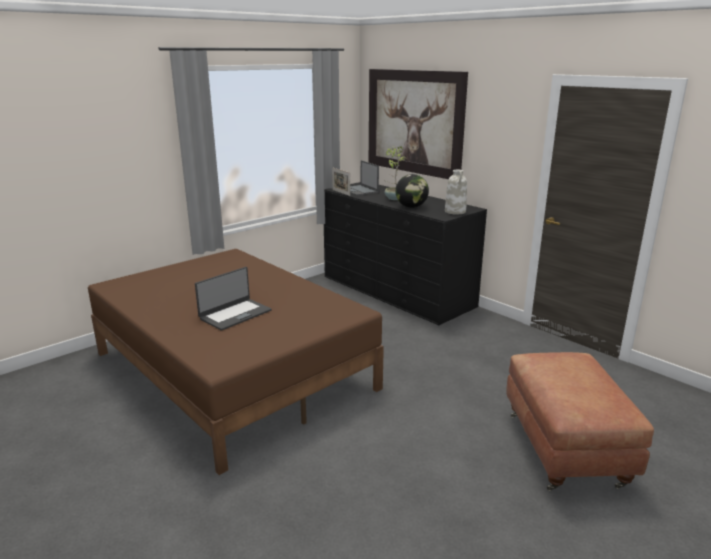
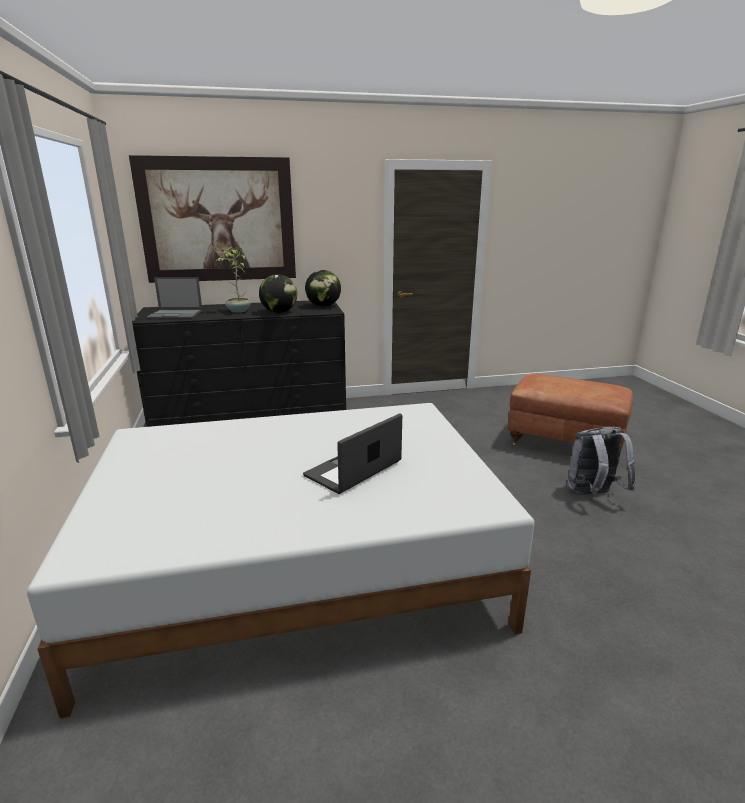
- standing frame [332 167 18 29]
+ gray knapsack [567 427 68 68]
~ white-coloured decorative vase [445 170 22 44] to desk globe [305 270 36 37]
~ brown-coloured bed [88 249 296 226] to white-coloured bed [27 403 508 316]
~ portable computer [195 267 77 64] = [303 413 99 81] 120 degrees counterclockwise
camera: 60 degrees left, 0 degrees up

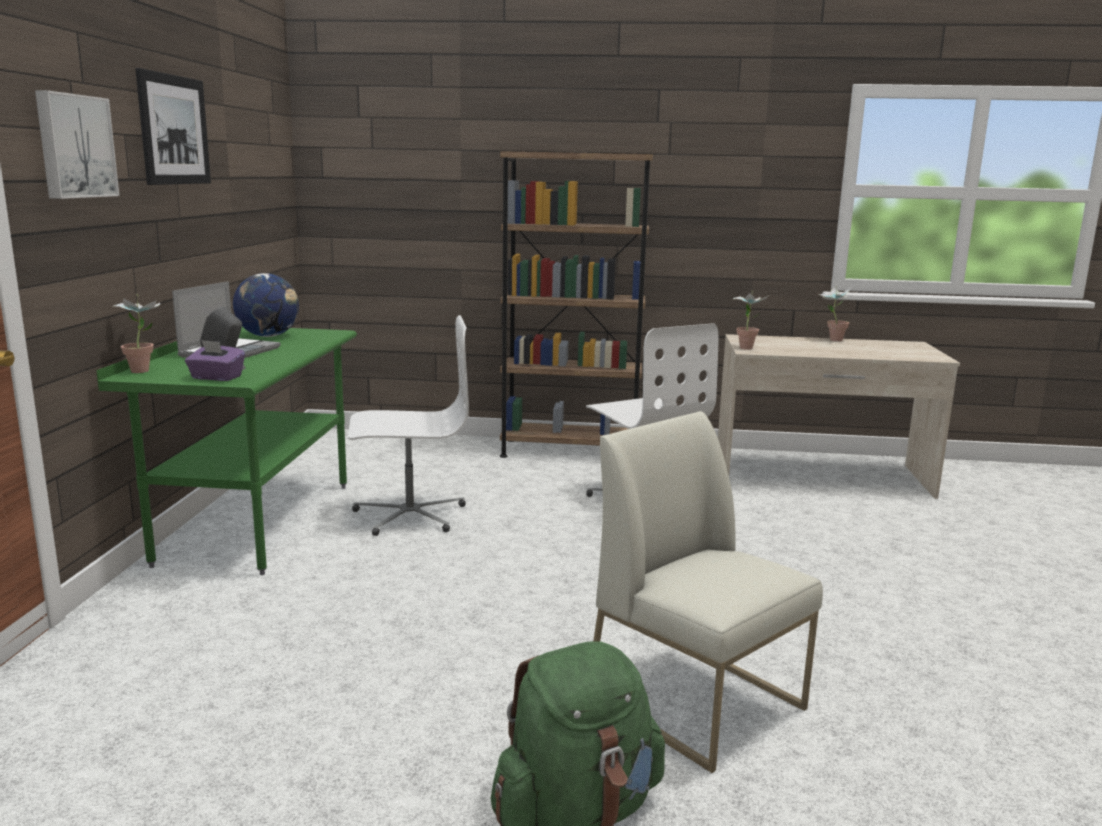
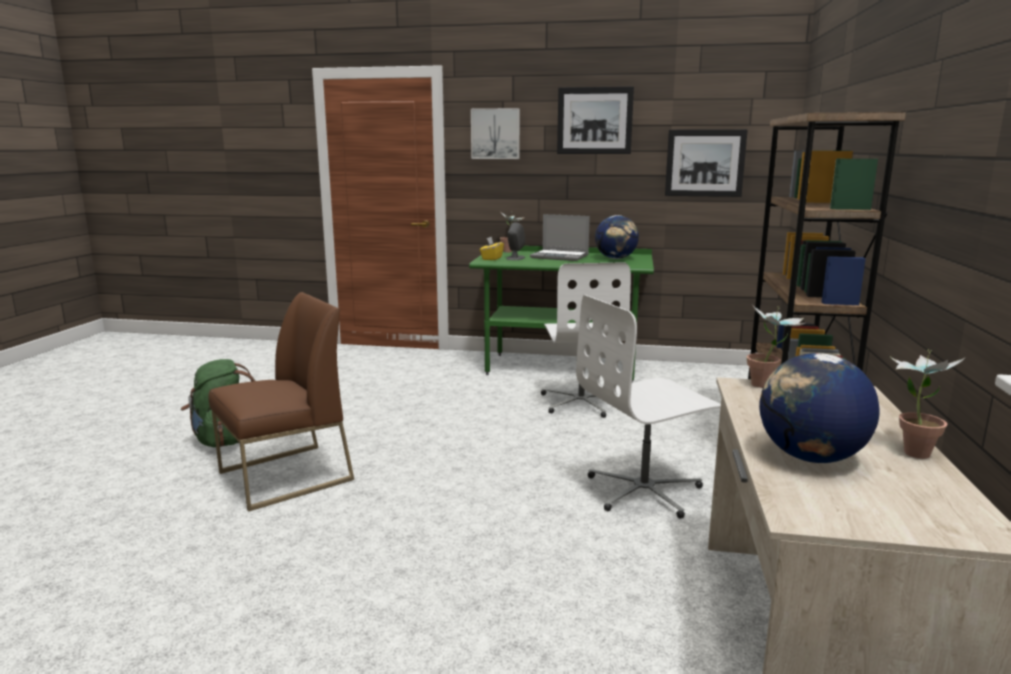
+ wall picture [665 129 83 68]
+ desk globe [759 353 121 110]
~ purplish tissue box [185 340 60 41] to yellow-coloured tissue box [480 237 24 23]
~ white-coloured plain chair [593 411 230 362] to brown-coloured plain chair [209 292 145 220]
camera: 95 degrees right, 0 degrees up

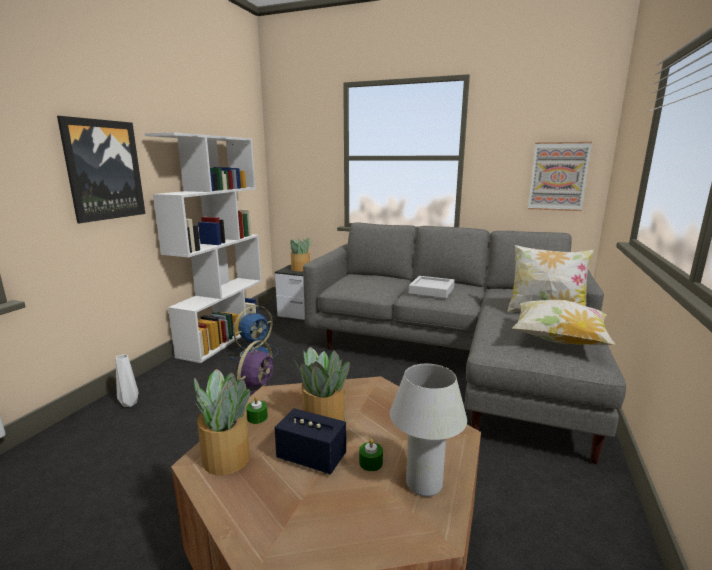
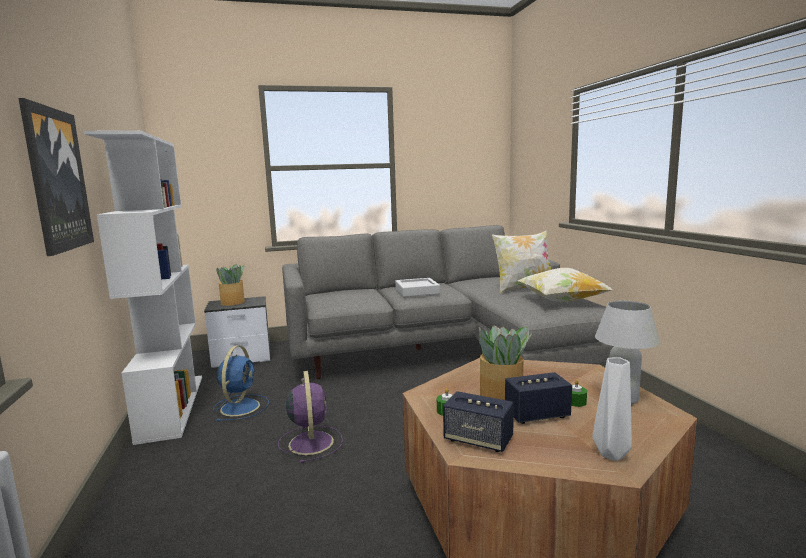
- wall picture [528 142 64 69]
~ white-coloured decorative vase [116 354 23 53] to [592 357 40 104]
~ potted plant [194 369 57 107] to audio speaker [443 391 71 61]
camera: 35 degrees left, 5 degrees down

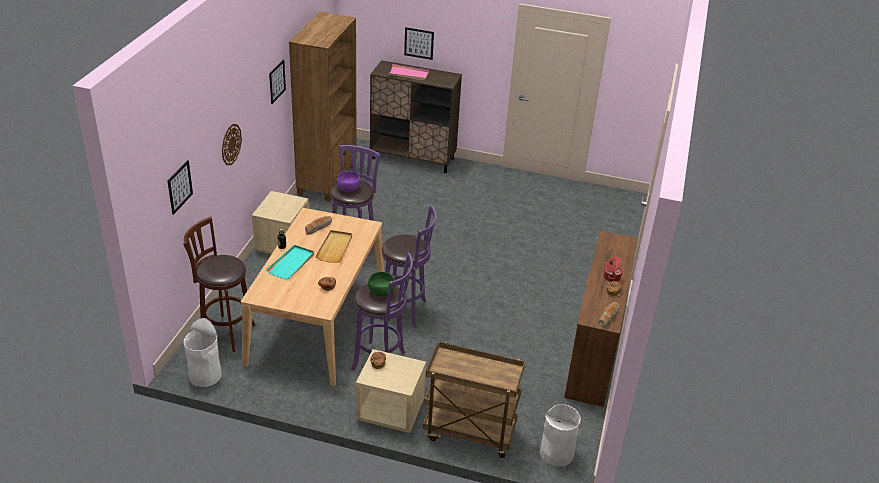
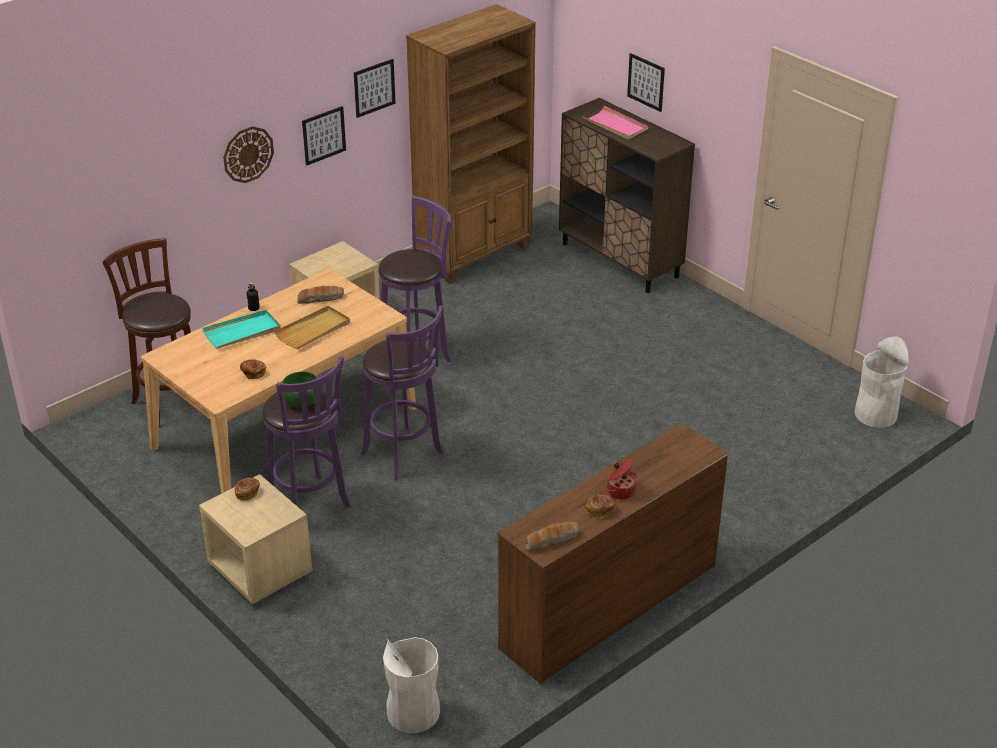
- purplish bowl [337 171 23 21]
- brown-coloured cart [423 341 103 117]
~ wall picture [167 160 26 55] to [302 106 44 59]
~ white-coloured rubbish bin [184 318 38 69] to [854 336 55 92]
camera: 35 degrees right, 0 degrees up

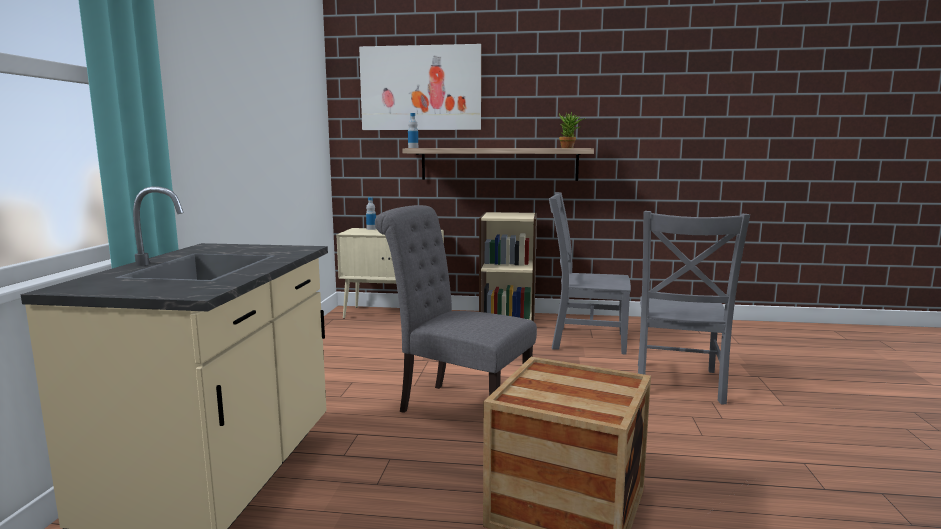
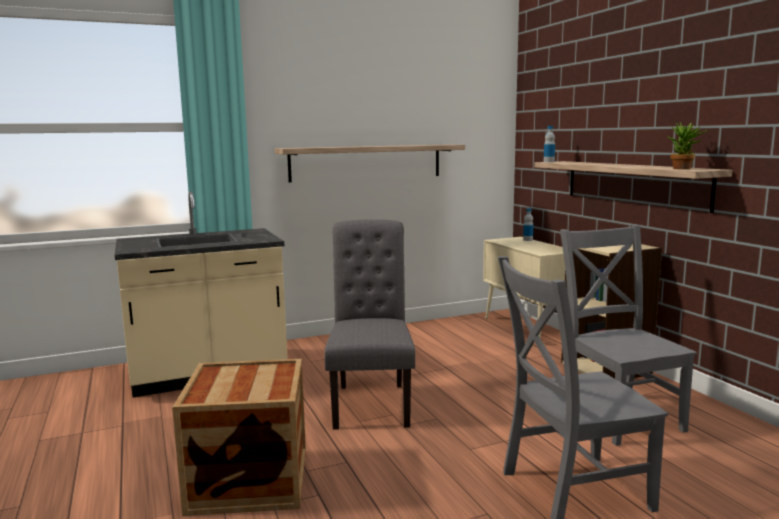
- wall picture [359 44 122 86]
+ wall shelf [274 145 191 37]
camera: 60 degrees right, 0 degrees up

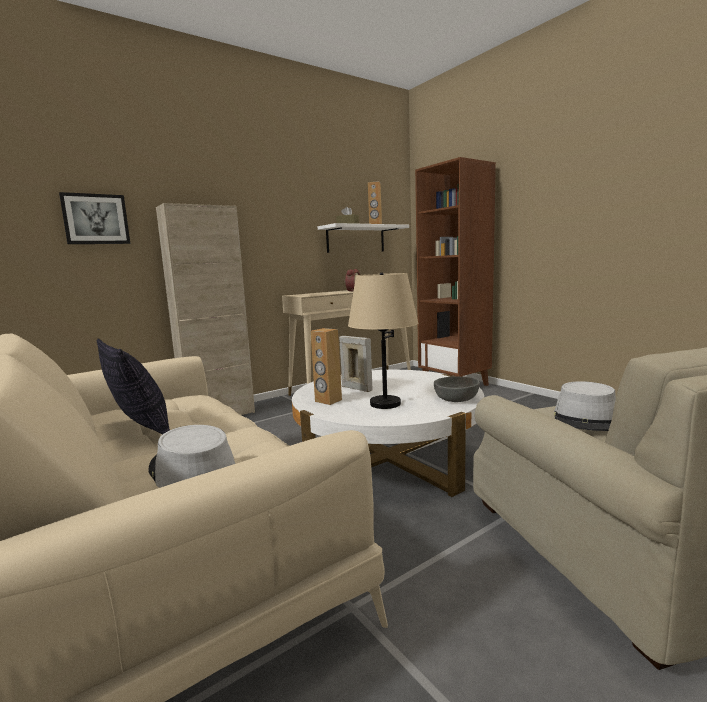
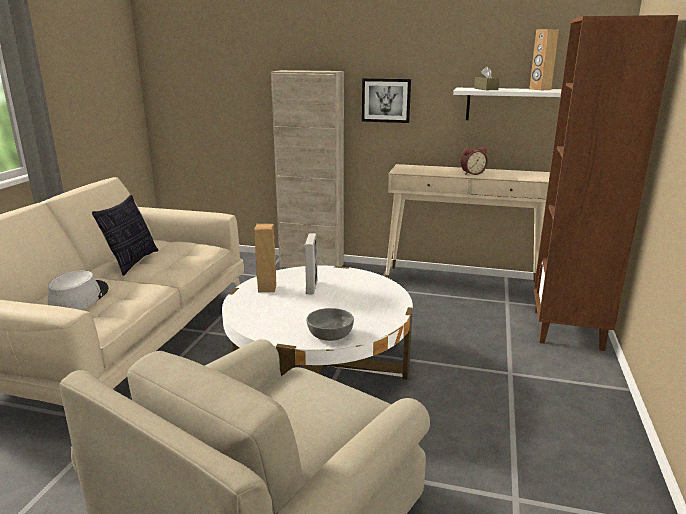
- sand-coloured table lamp [348 272 70 137]
- gray clothing hat [554 381 62 50]
~ wall picture [59 192 71 52] to [362 78 49 45]
camera: 50 degrees right, 10 degrees up

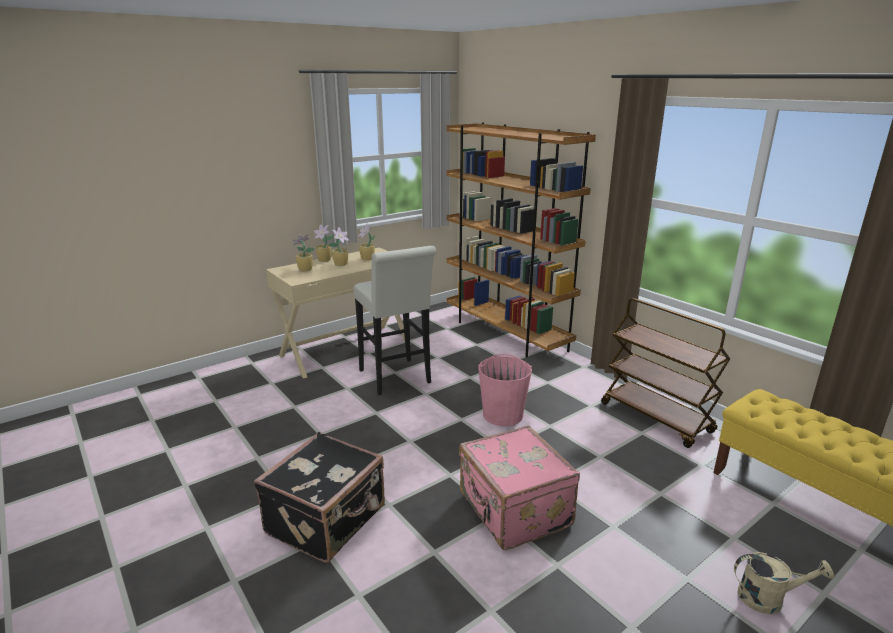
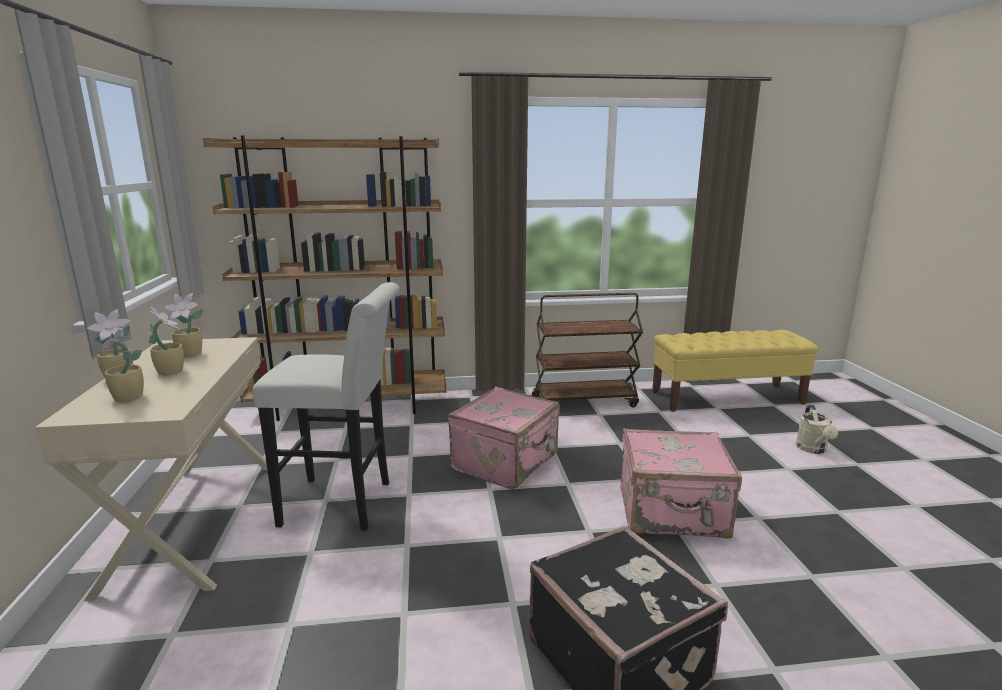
~ pinkish water bucket [478 354 54 72] to pinkish travel case [448 387 112 102]
~ sand-coloured watering pot [734 552 100 62] = [795 404 43 50] 150 degrees clockwise
camera: 60 degrees left, 5 degrees down

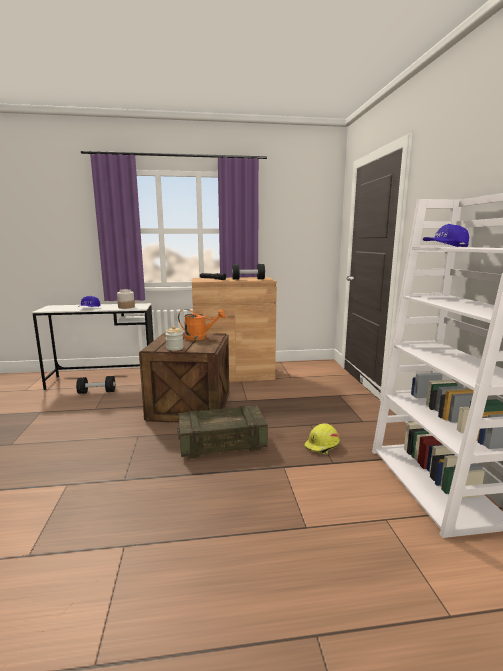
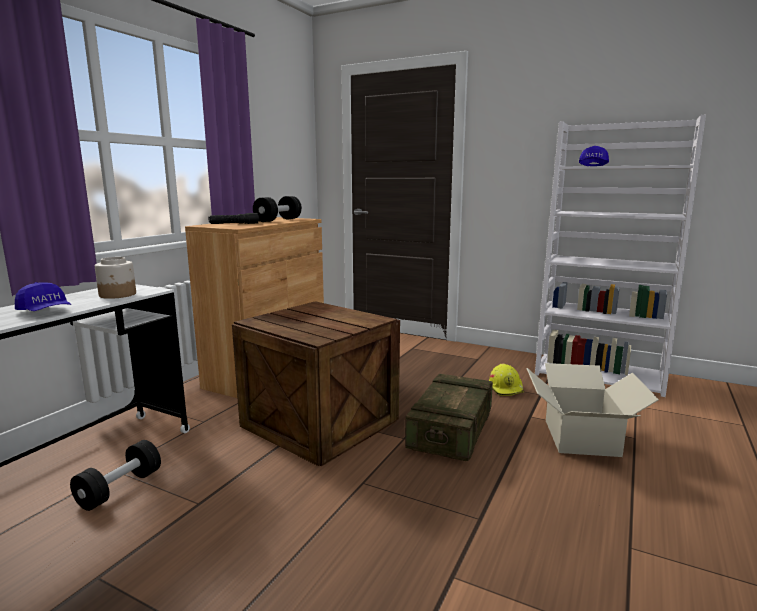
- storage jar [166 326 18 25]
- orange-coloured watering pot [178 309 47 31]
+ carton [526 363 133 94]
camera: 55 degrees left, 0 degrees up

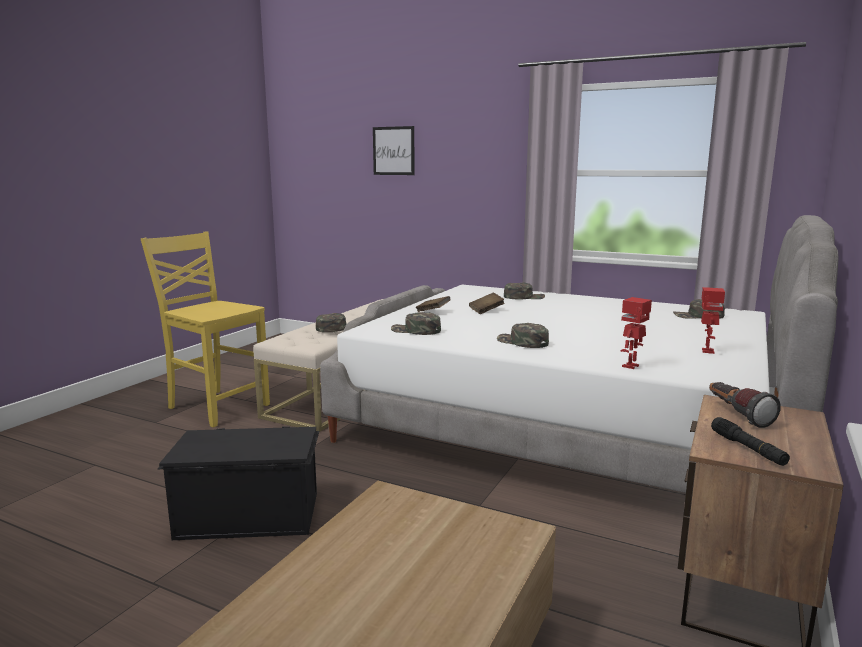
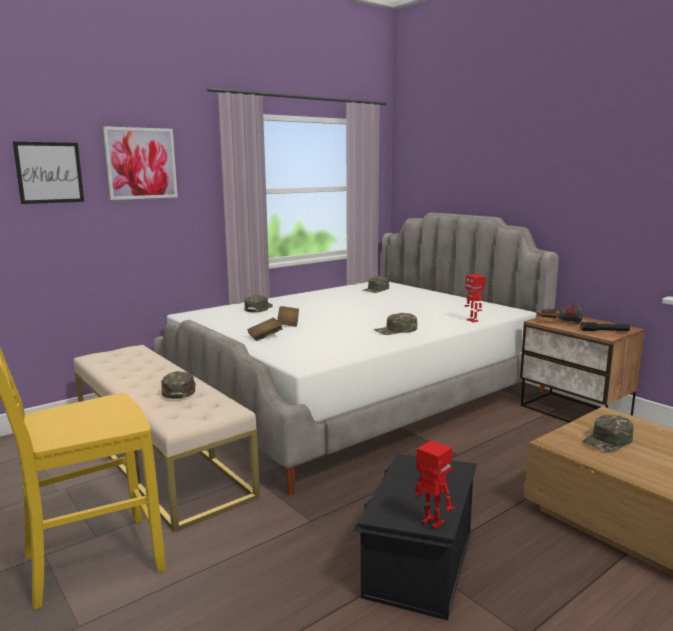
+ wall picture [103 126 75 74]
~ green cap [391 312 50 23] to [582 415 51 38]
~ model robot [701 287 24 67] to [415 440 39 88]
camera: 65 degrees left, 0 degrees up

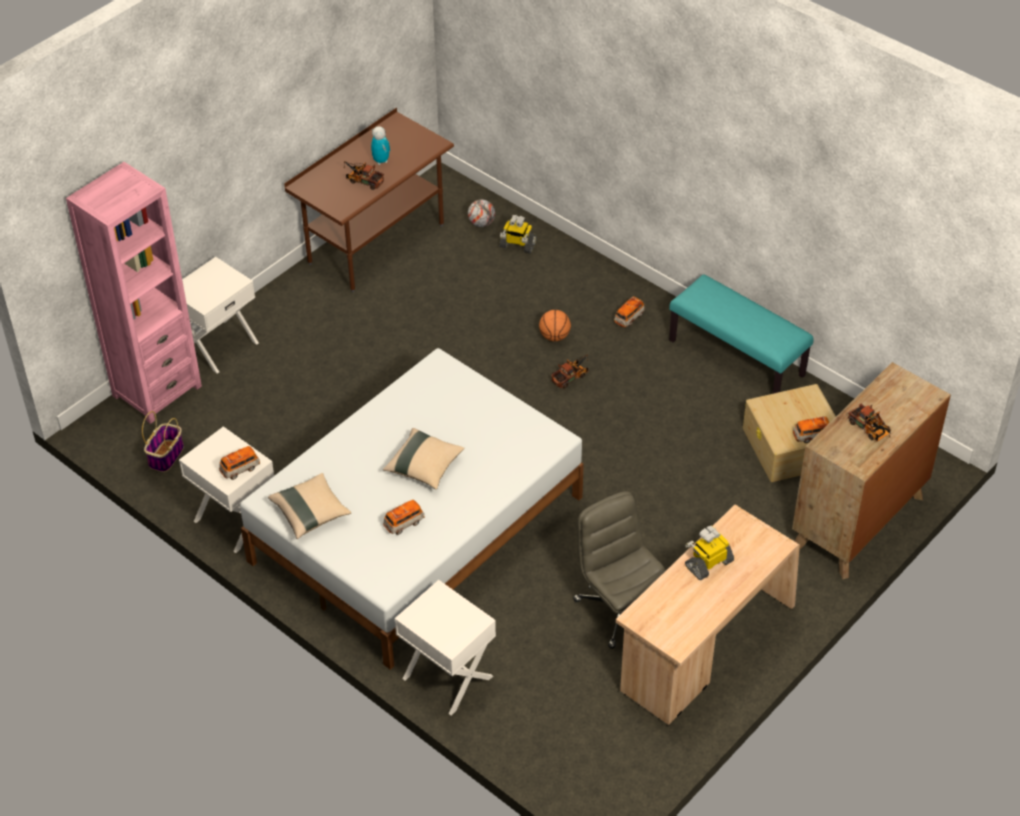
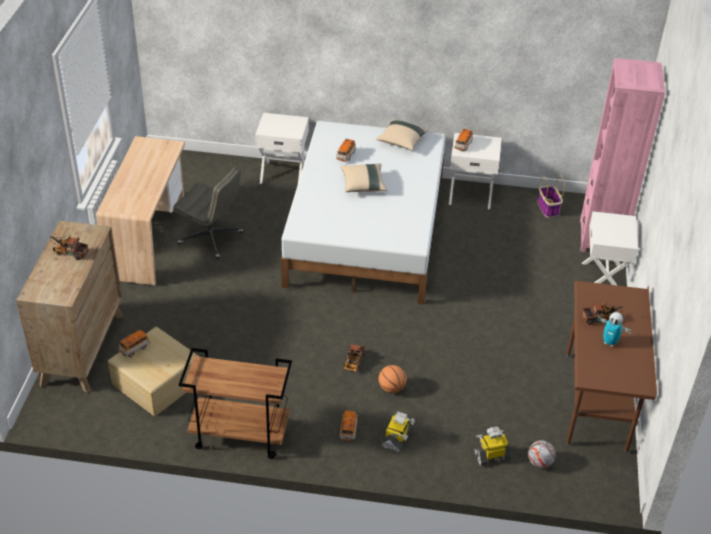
~ model robot [685 526 49 54] to [381 412 34 41]
~ turquoise-coloured long seat [669 274 145 120] to brown-coloured cart [179 348 113 111]
camera: 145 degrees right, 5 degrees down

